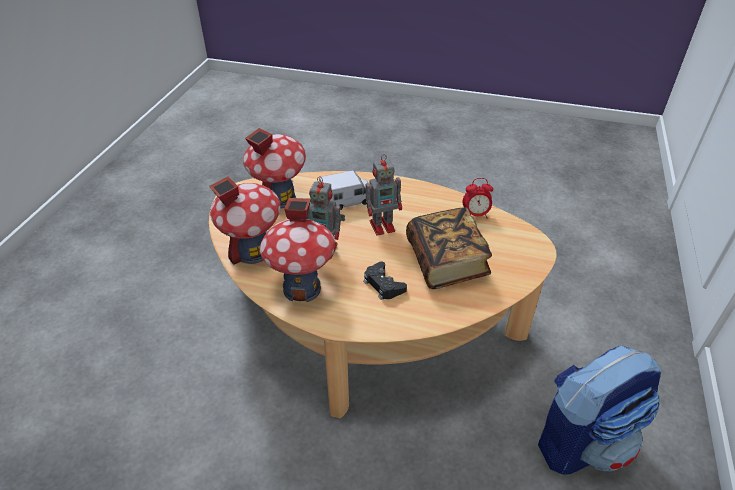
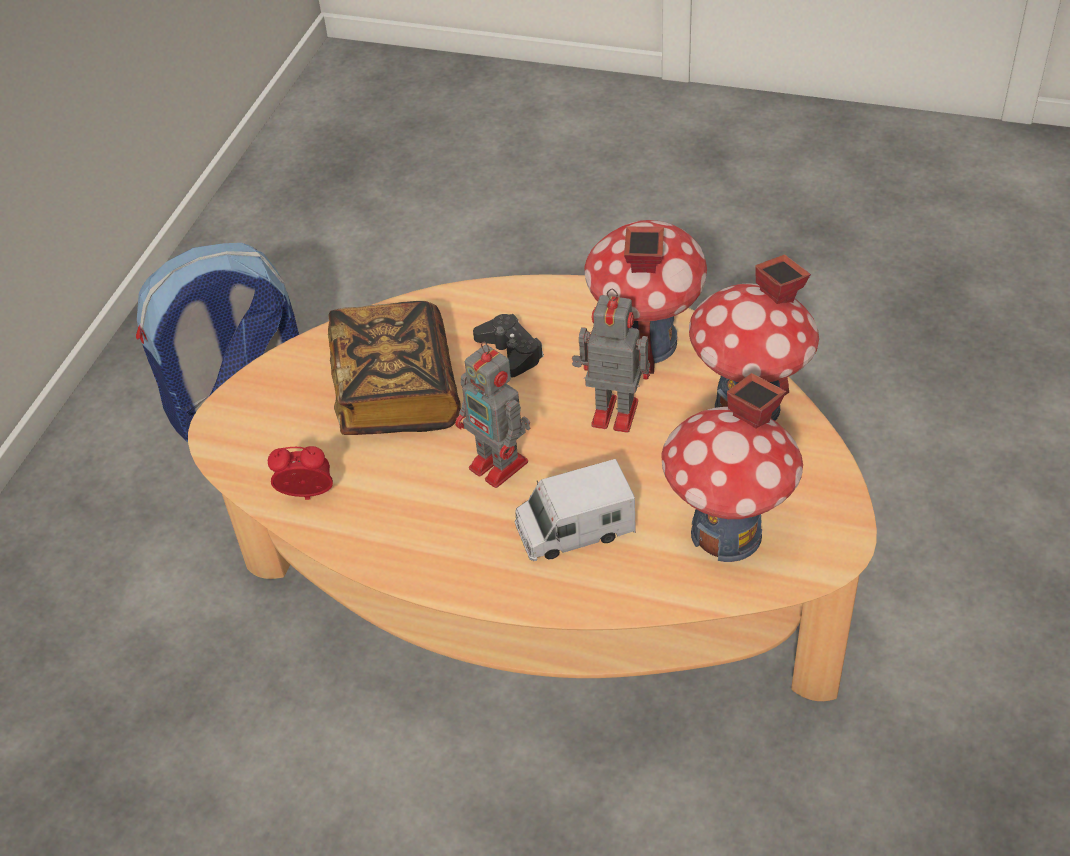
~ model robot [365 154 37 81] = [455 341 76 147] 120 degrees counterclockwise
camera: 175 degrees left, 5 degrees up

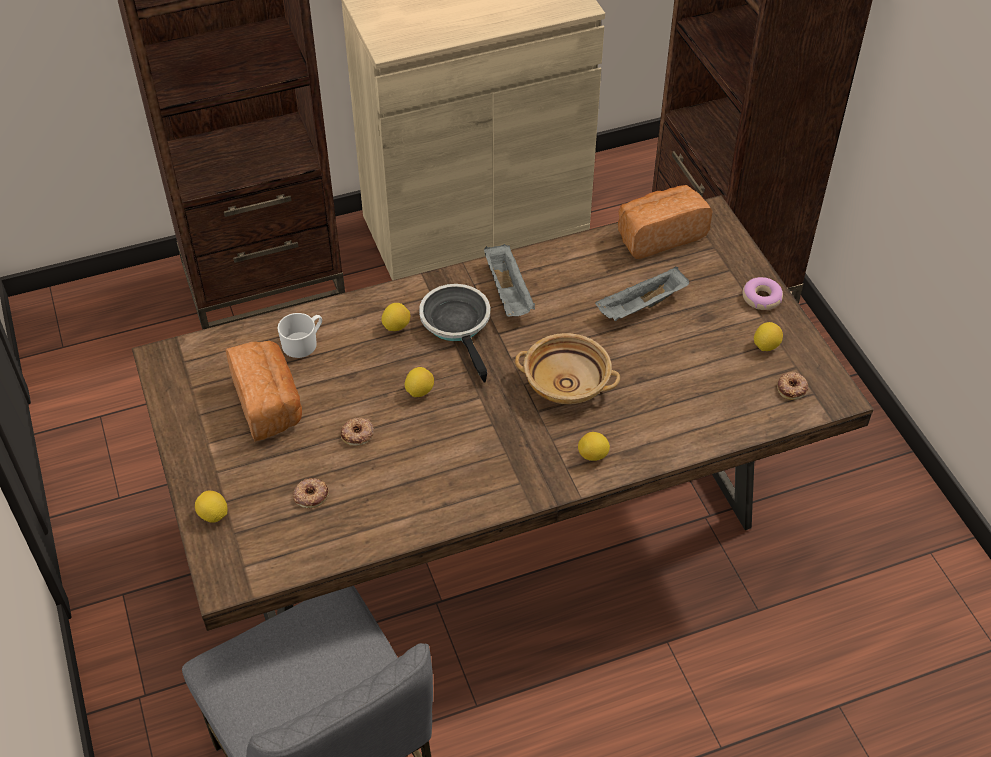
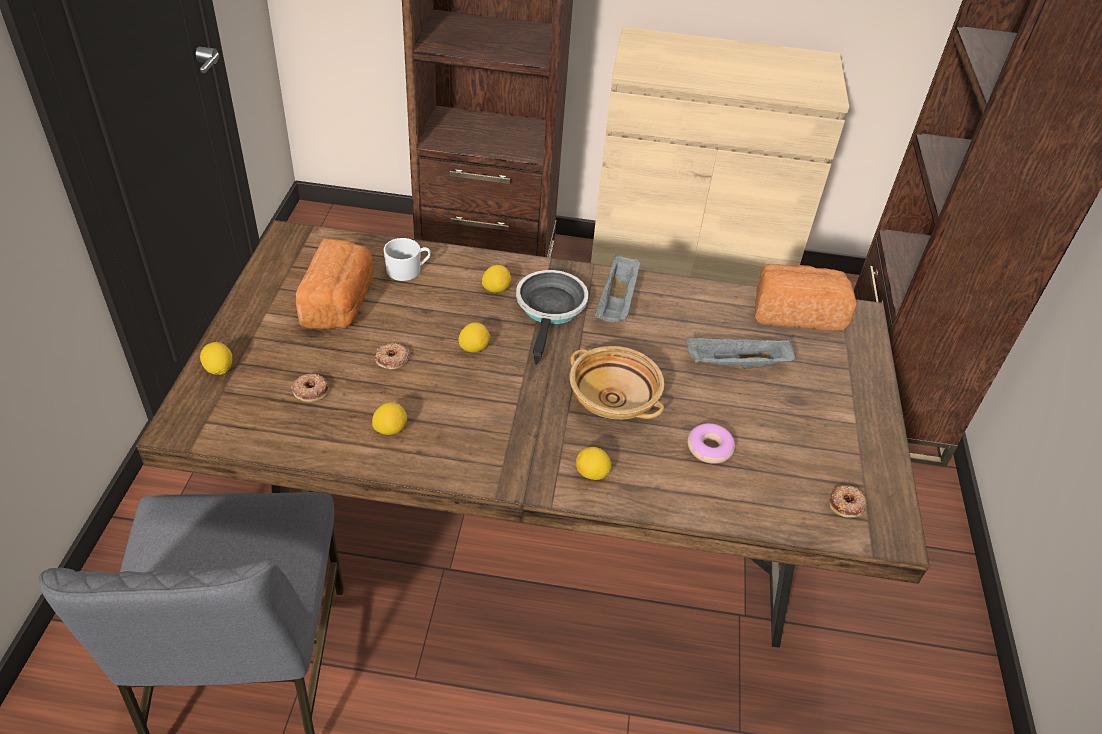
~ doughnut [742 277 41 33] to [687 423 48 41]
~ citrus fruit [754 322 29 29] to [372 402 35 33]
camera: 25 degrees right, 5 degrees down

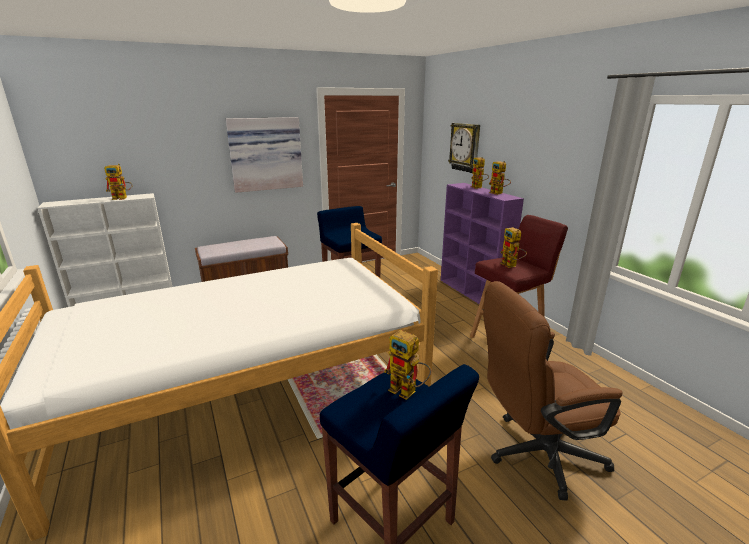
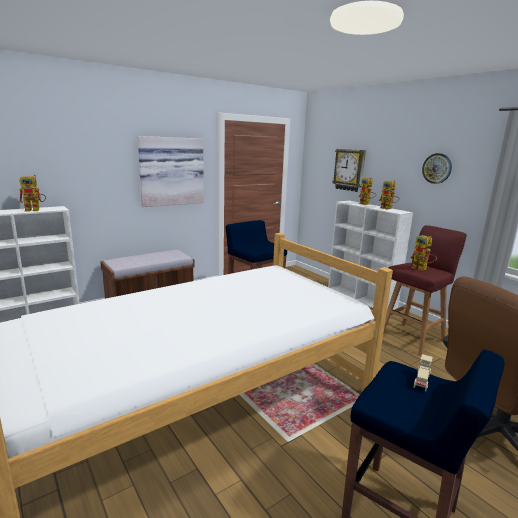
+ wall clock [422 153 30 31]
~ model robot [384 330 47 70] to sand-coloured miniature car [413 354 20 37]
~ purplish shelving unit [441 183 83 121] to white-coloured shelving unit [328 201 85 109]
camera: 10 degrees left, 5 degrees down

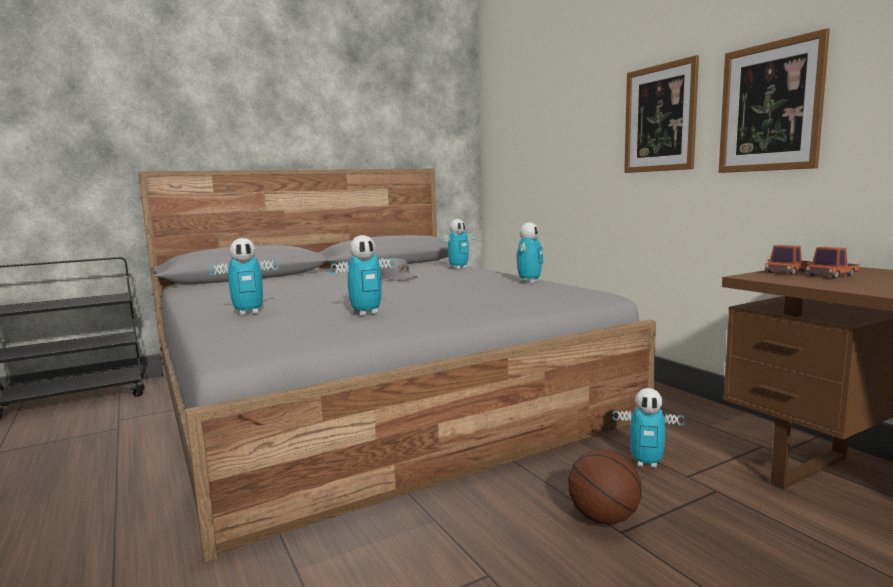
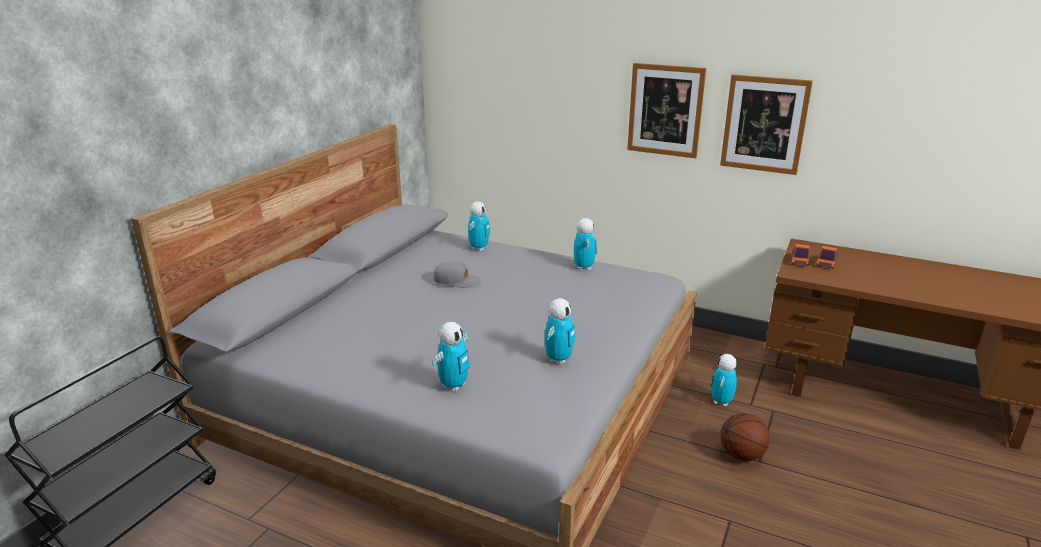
~ model robot [613 388 72 80] = [711 354 26 53] 135 degrees clockwise
camera: 35 degrees left, 15 degrees up

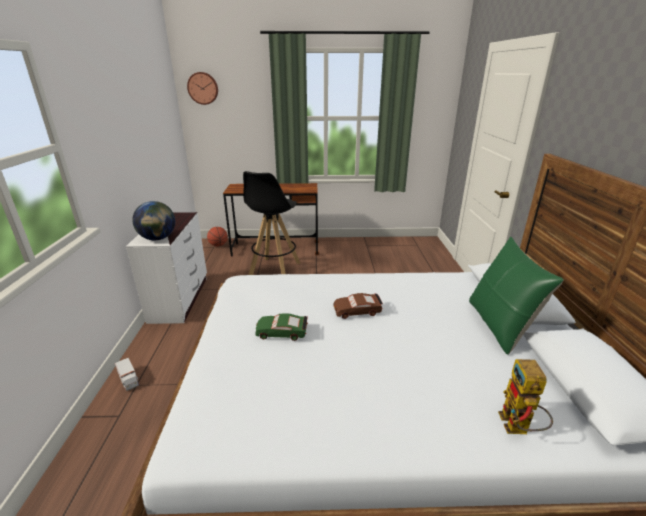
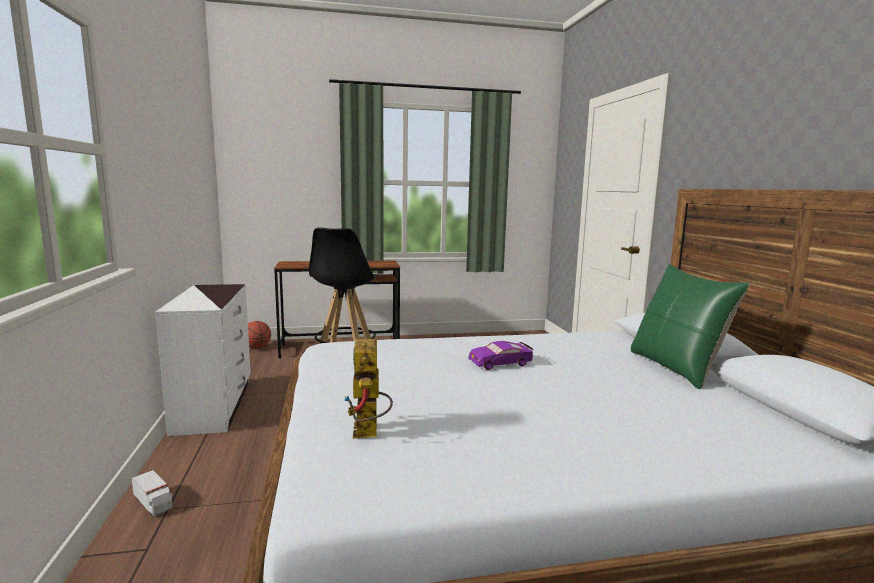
- desk globe [132 201 43 39]
- wall clock [187 72 31 33]
- green miniature car [255 313 53 28]
~ model robot [498 359 55 75] to [344 339 49 100]
~ brown-coloured miniature car [333 293 50 26] to purplish miniature car [468 341 66 29]
camera: 10 degrees left, 15 degrees down

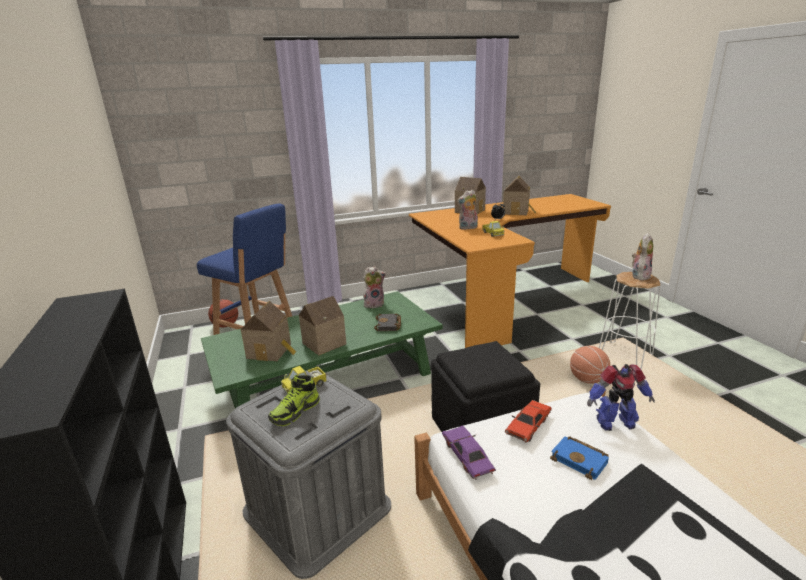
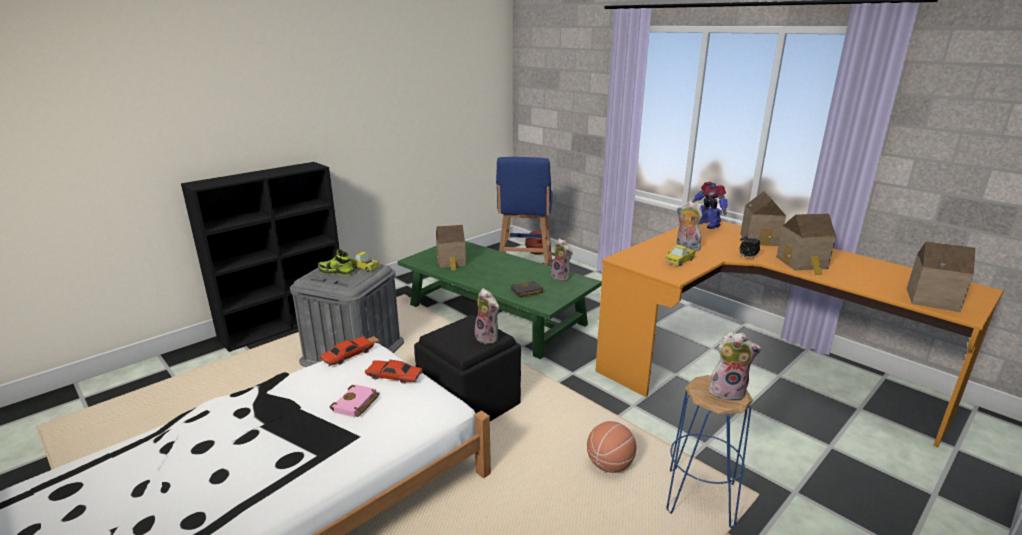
+ soft toy [475 288 24 56]
~ miniature house [299 296 48 59] to [907 241 69 71]
~ model robot [587 364 68 67] to [692 182 36 47]
~ purplish miniature car [442 425 54 55] to reddish miniature car [320 336 54 30]
~ blue-coloured bound book [550 436 59 44] to pinkish bound book [329 384 51 34]
~ white-coloured stool [599 272 62 98] to blue-coloured stool [666 375 87 153]
camera: 65 degrees right, 0 degrees up

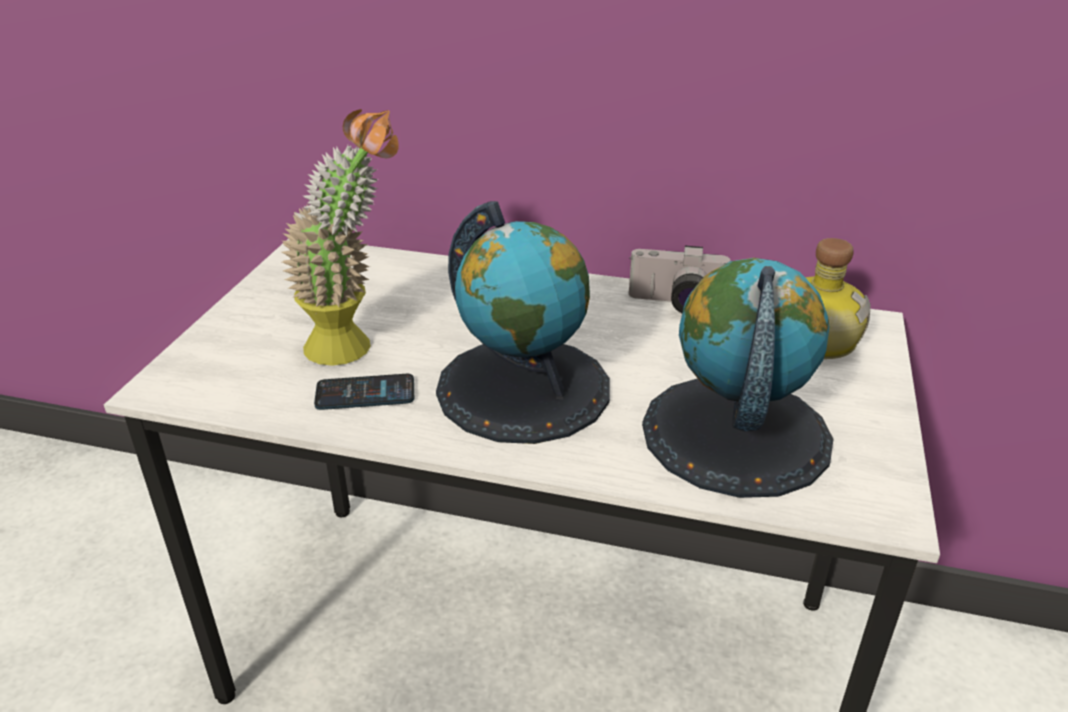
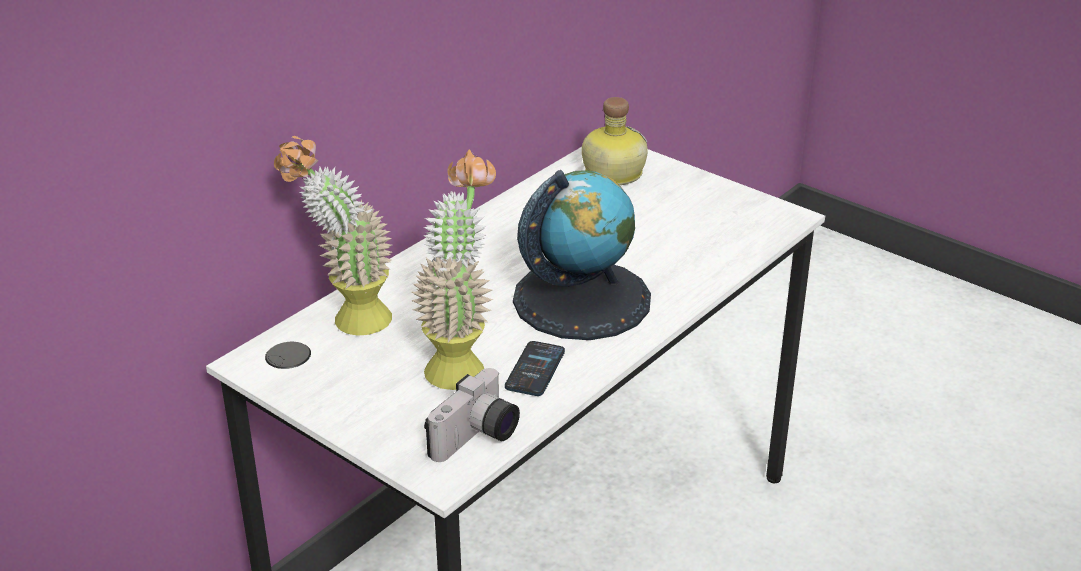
- desk globe [642 258 191 240]
+ potted plant [274 136 118 200]
~ photo camera [629 246 101 67] to [424 368 96 94]
camera: 65 degrees left, 0 degrees up

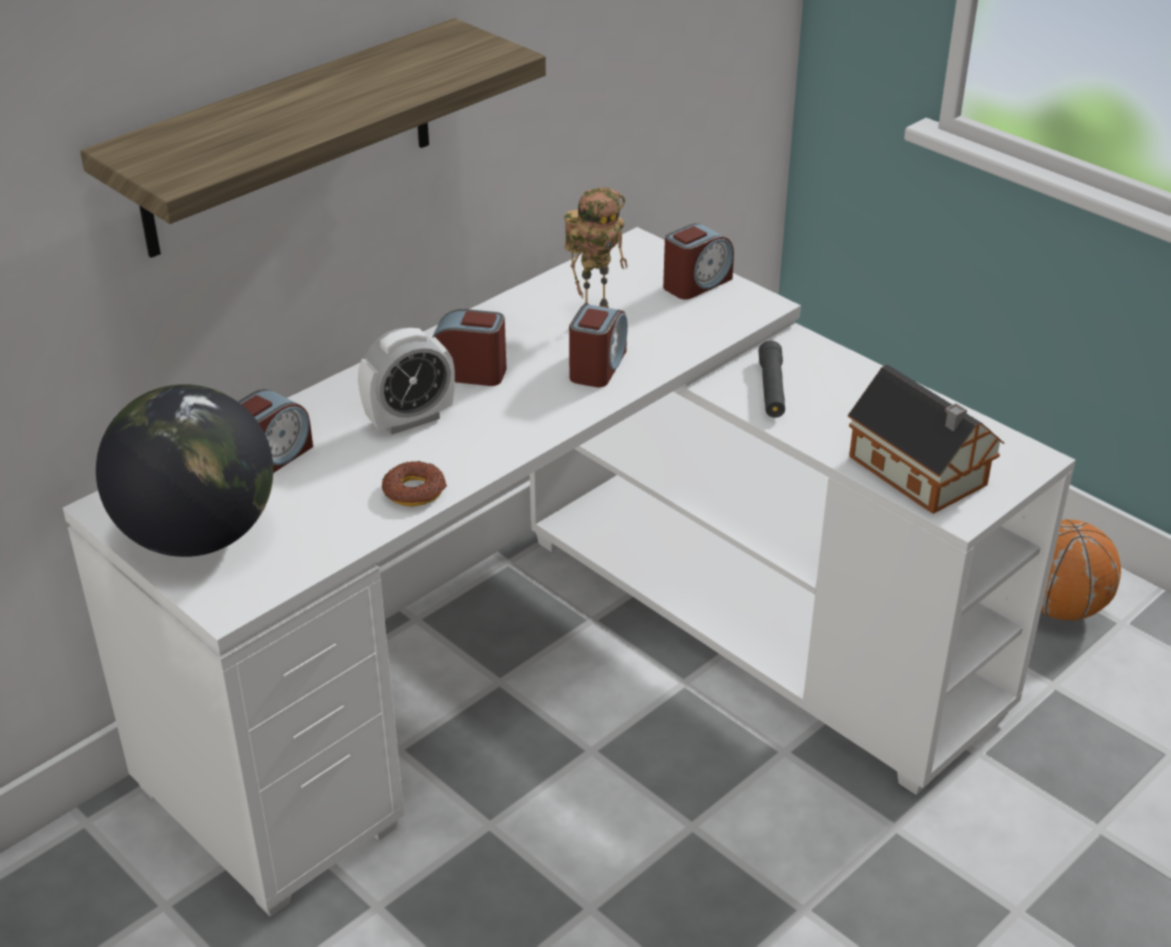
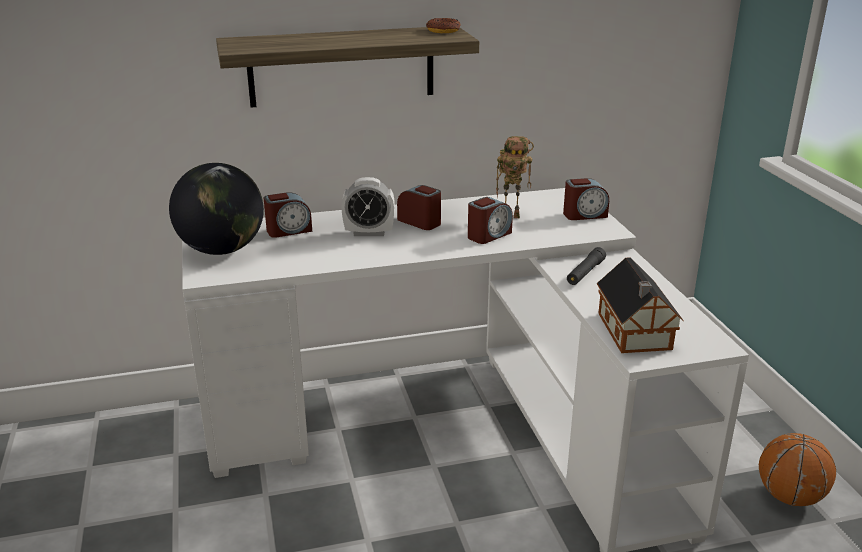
~ doughnut [382 461 65 45] to [426 18 35 15]
camera: 30 degrees right, 10 degrees down

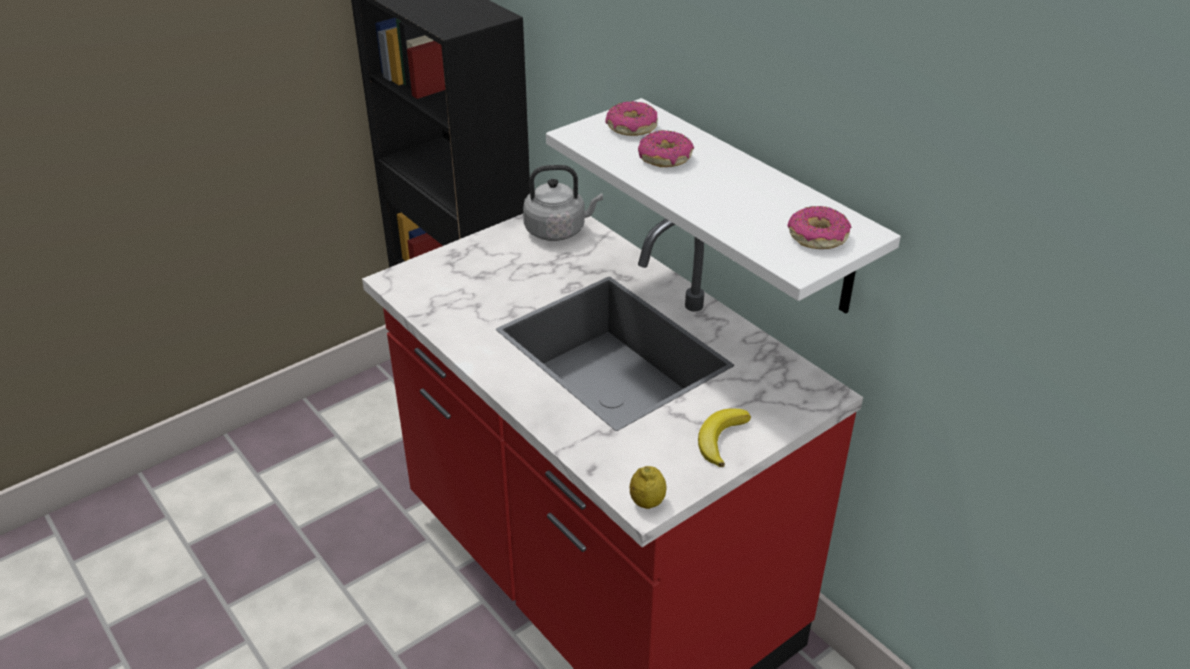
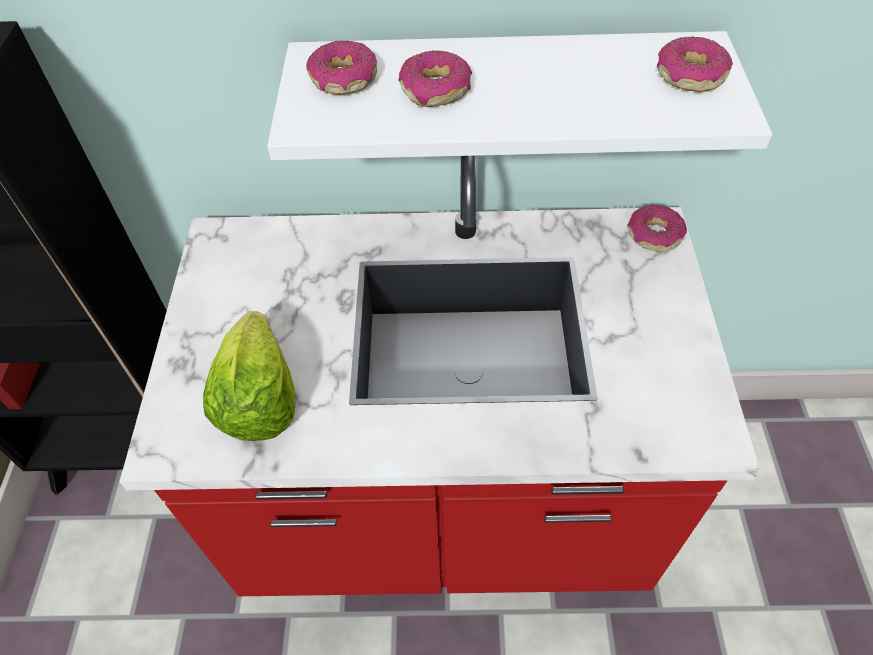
- gray water kettle [523 165 80 76]
- citrus fruit [630 466 37 43]
- banana [698 408 53 59]
+ head of lettuce [203 311 92 130]
+ doughnut [627 205 60 47]
camera: 50 degrees left, 15 degrees up

